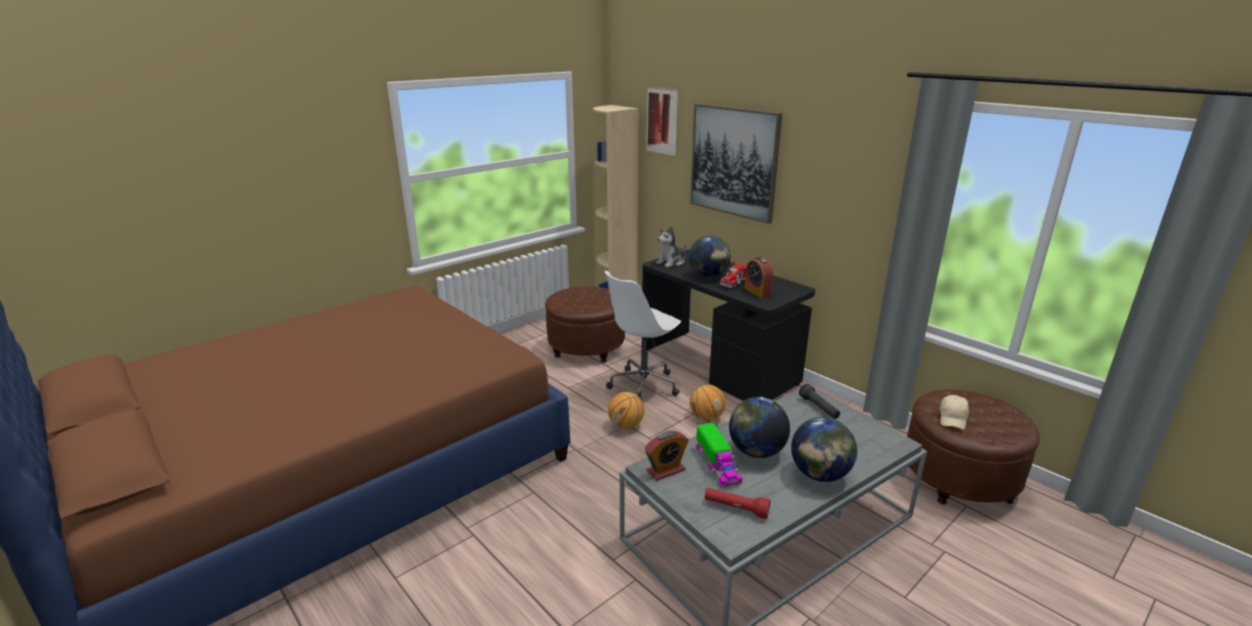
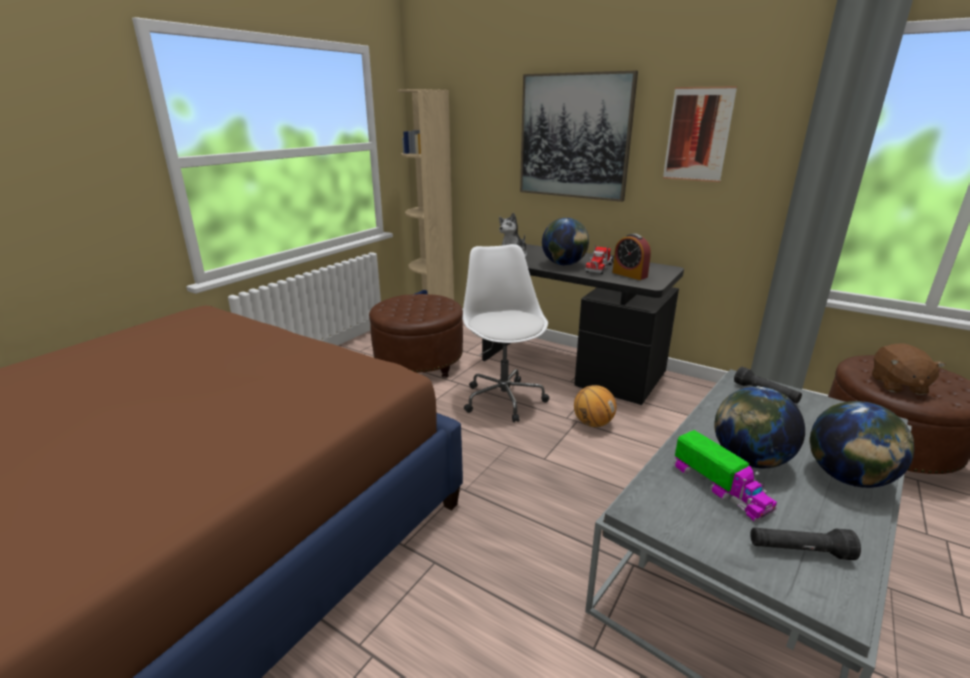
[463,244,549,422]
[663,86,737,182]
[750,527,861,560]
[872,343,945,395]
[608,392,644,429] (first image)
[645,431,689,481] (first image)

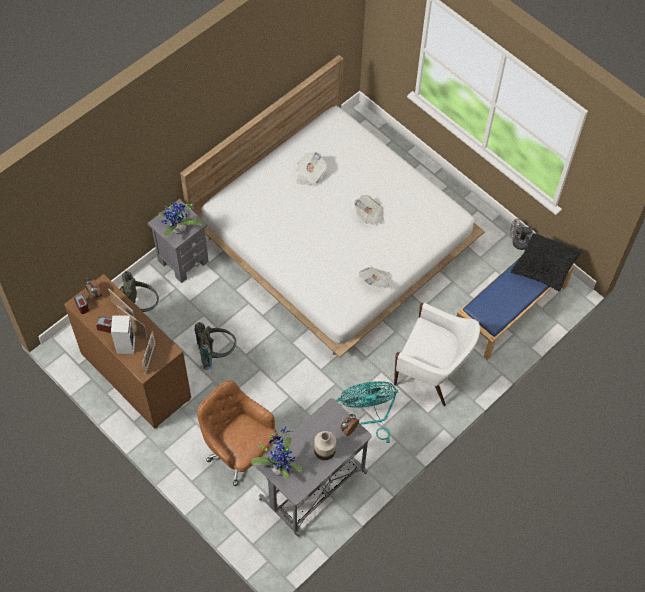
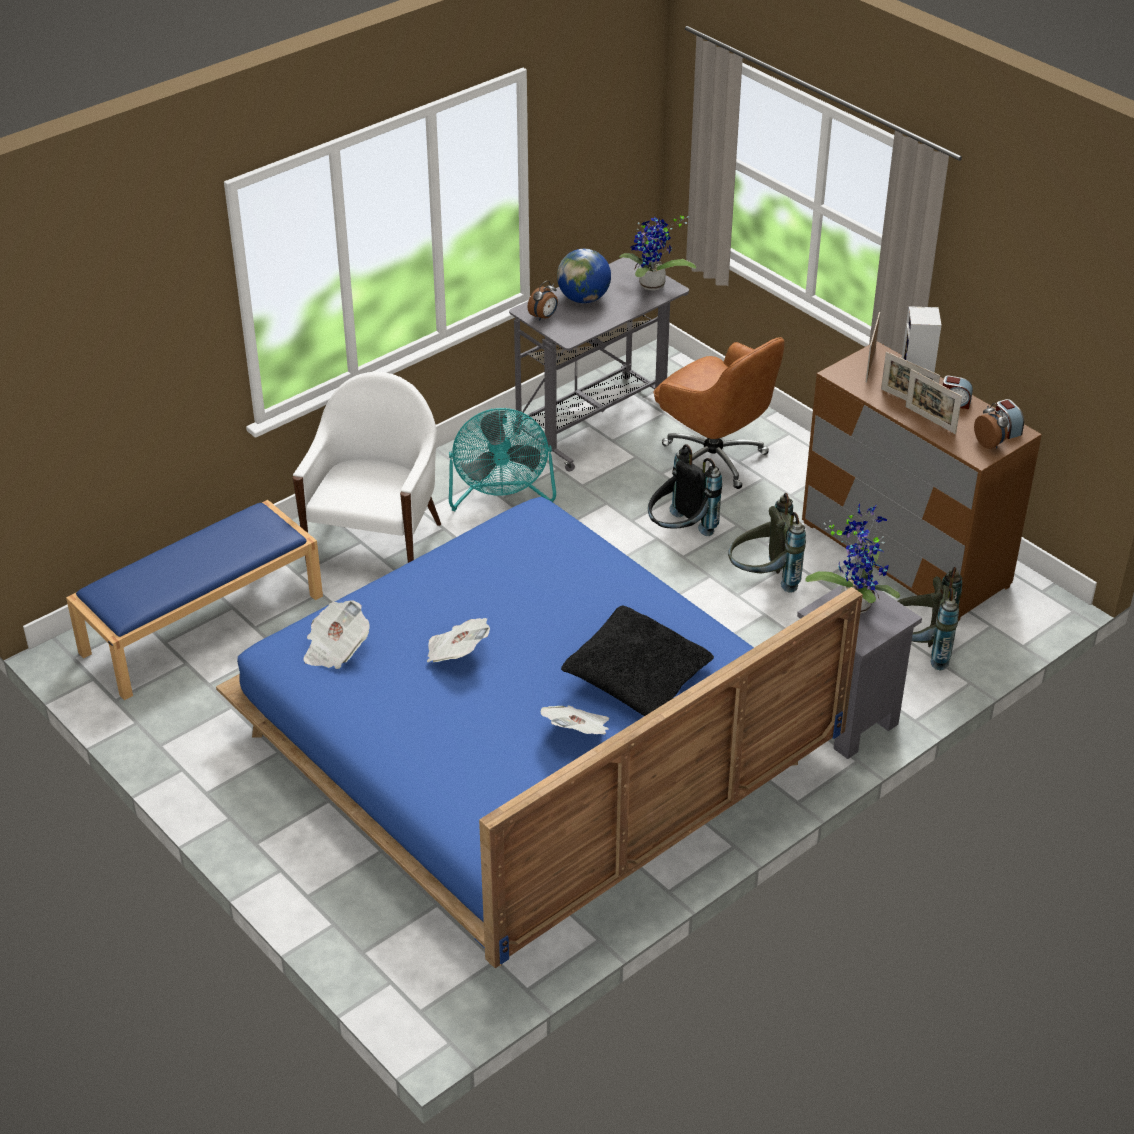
[216,497,863,968]
[293,372,441,567]
[303,600,370,669]
[557,249,611,303]
[561,605,714,716]
[648,444,722,536]
[510,219,533,250] (first image)

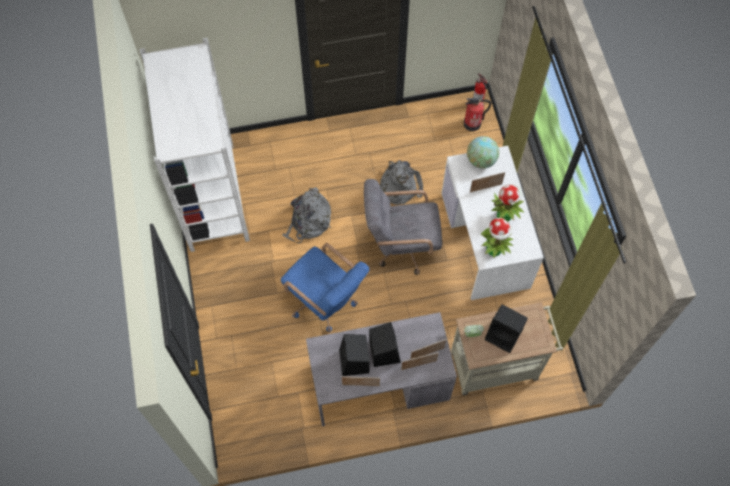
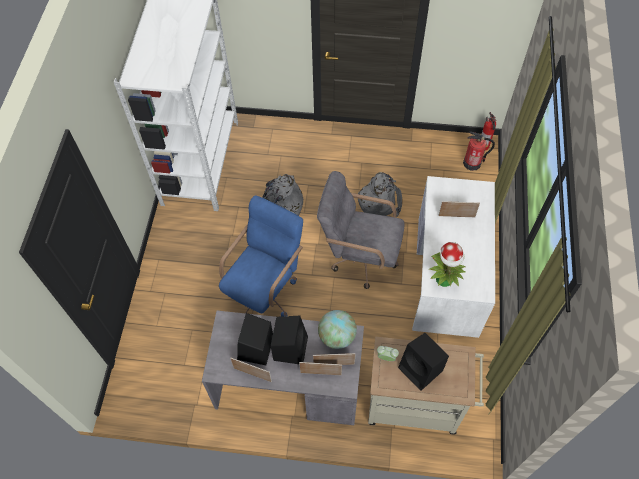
[219,195,303,316]
[318,310,357,349]
[491,184,524,222] (first image)

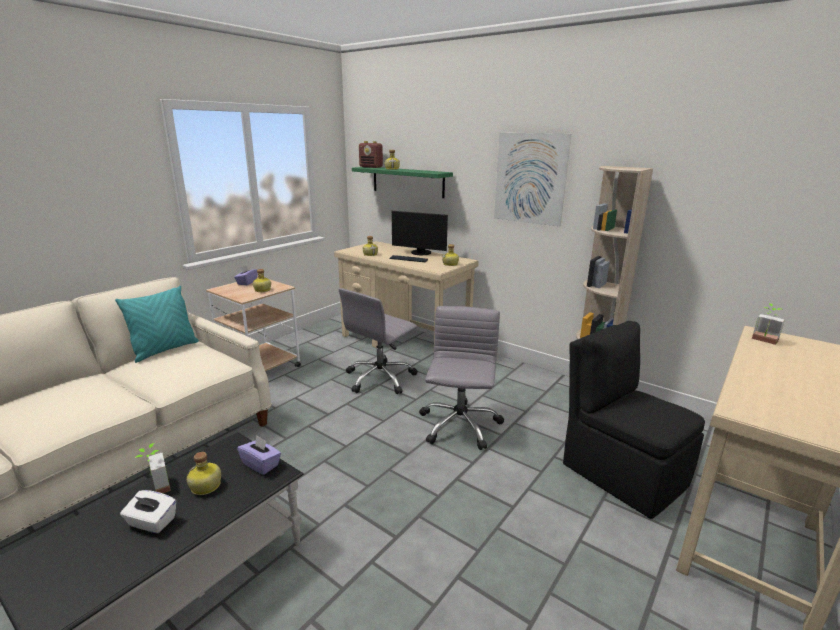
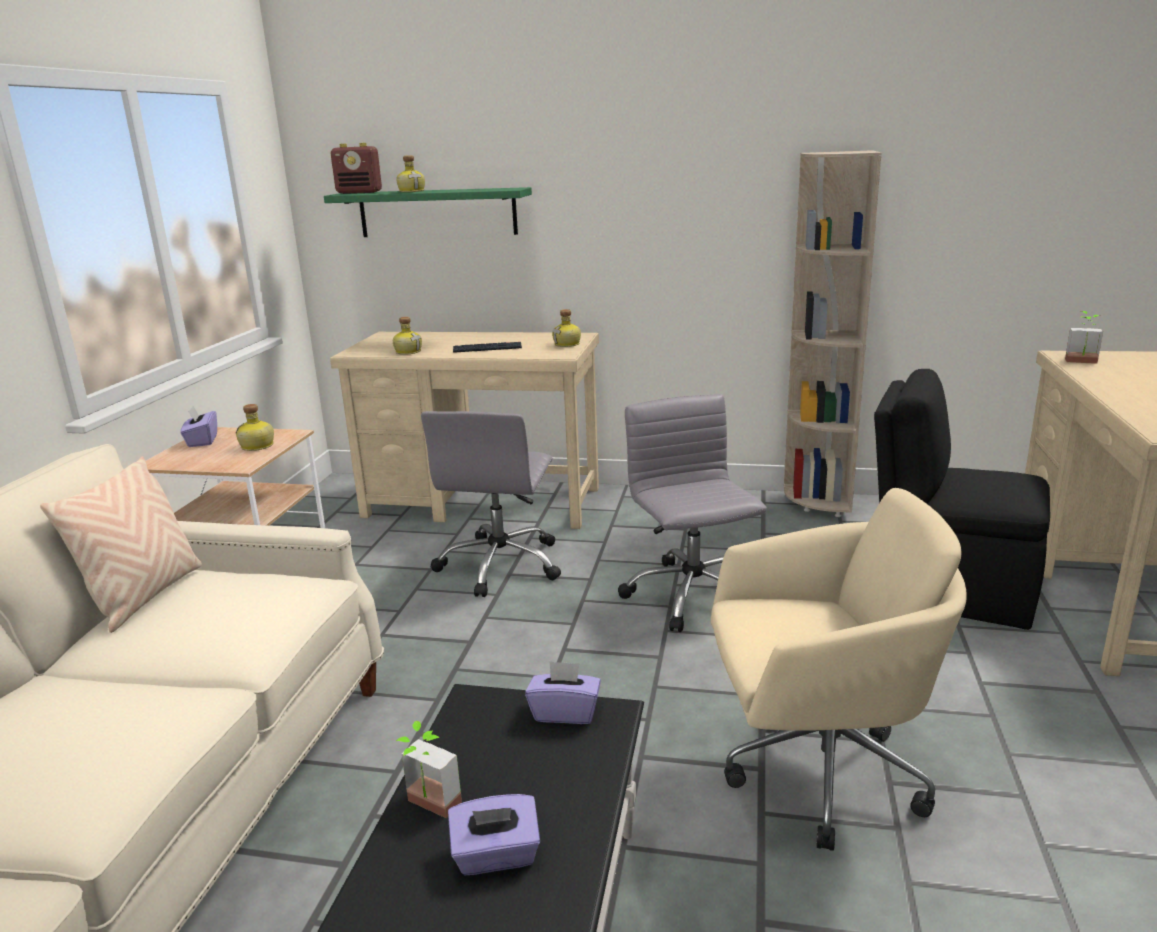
[40,456,202,633]
[448,794,540,875]
[711,488,967,851]
[186,452,221,495] (first image)
[392,211,448,255] (first image)
[494,133,571,227] (first image)

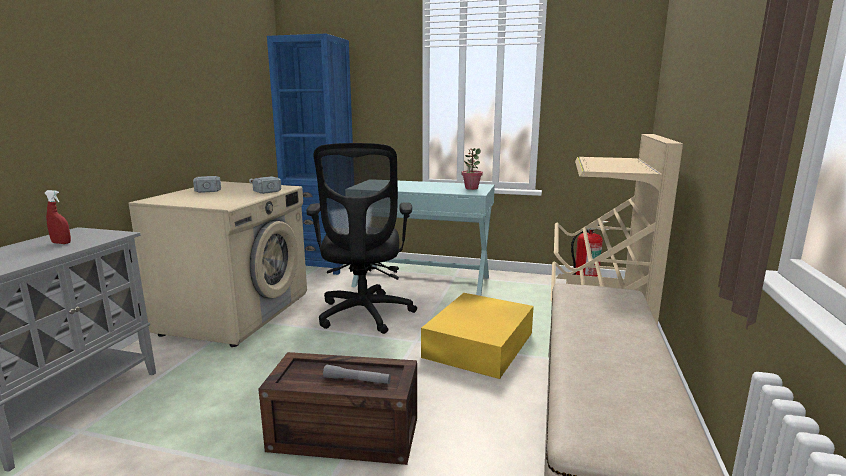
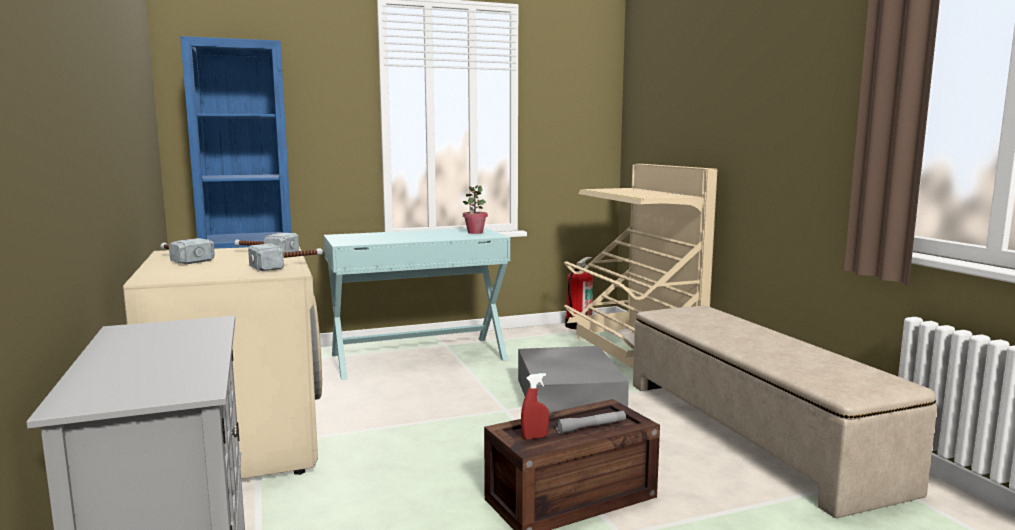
[248,244,323,271]
[518,346,629,413]
[521,373,549,440]
[307,143,417,334] (first image)

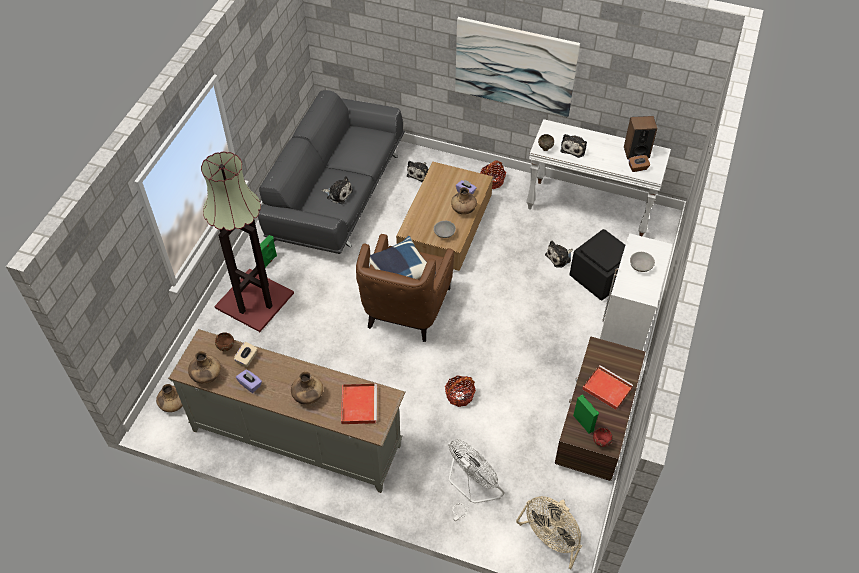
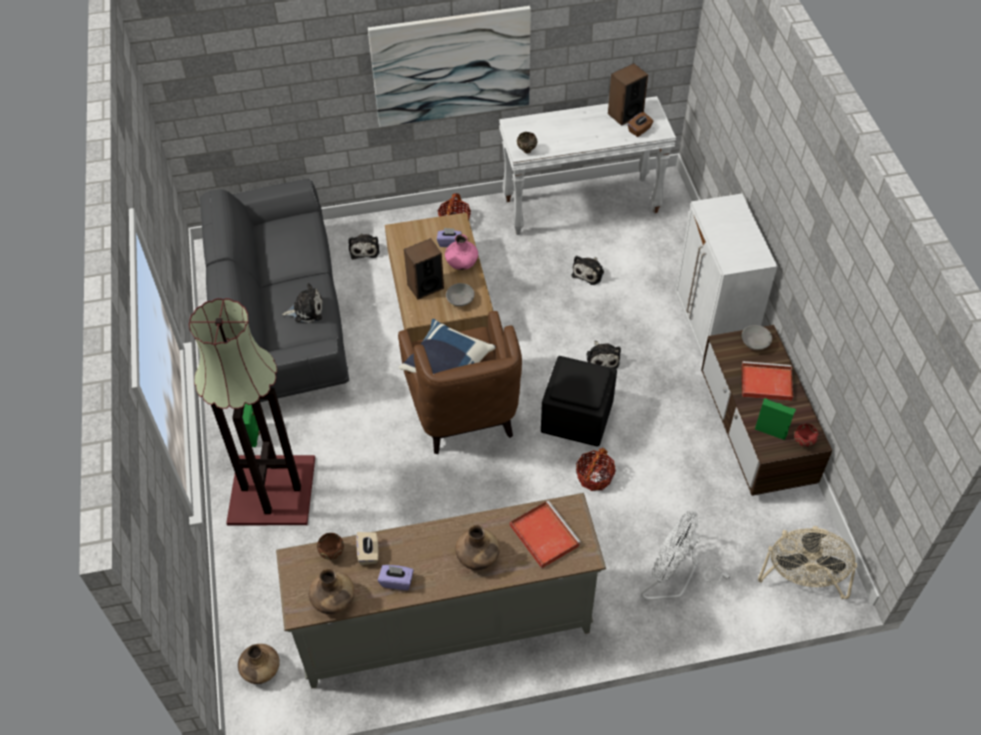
[404,238,444,300]
[445,234,478,270]
[541,356,617,447]
[586,341,621,369]
[641,511,729,601]
[742,325,772,350]

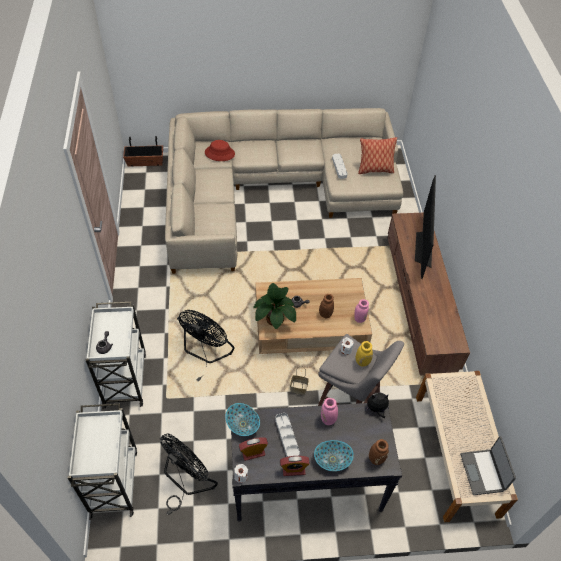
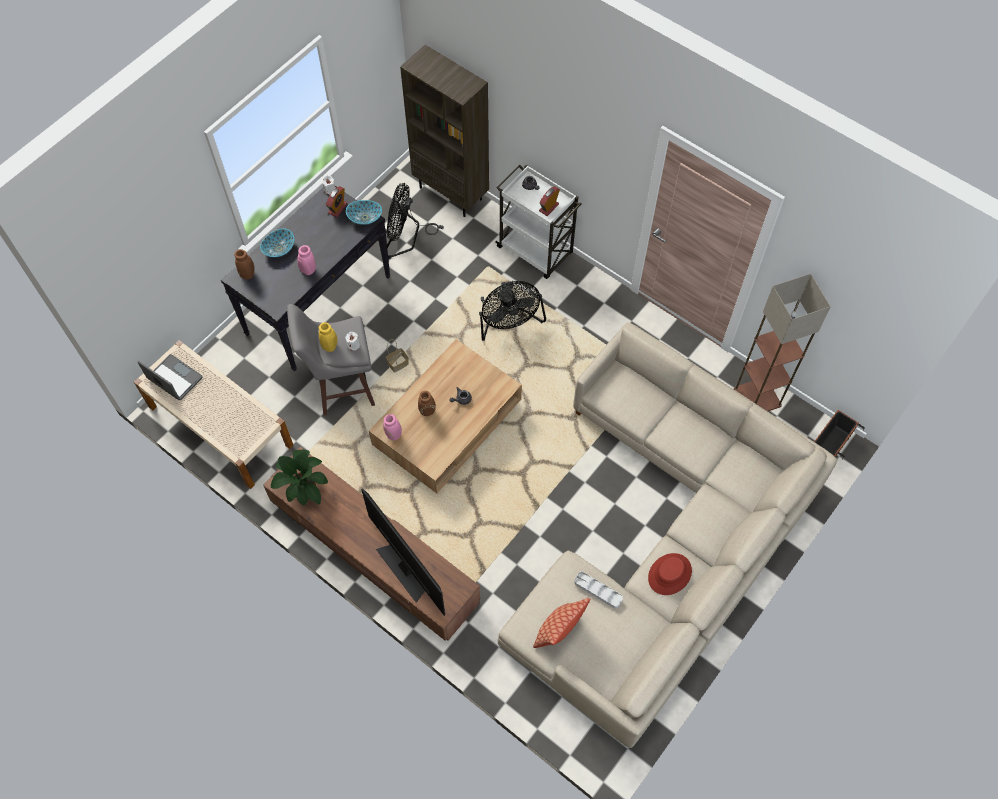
[271,450,328,505]
[387,183,444,259]
[400,45,489,217]
[539,186,560,216]
[648,553,692,595]
[734,274,831,411]
[275,413,300,457] (first image)
[366,392,389,418] (first image)

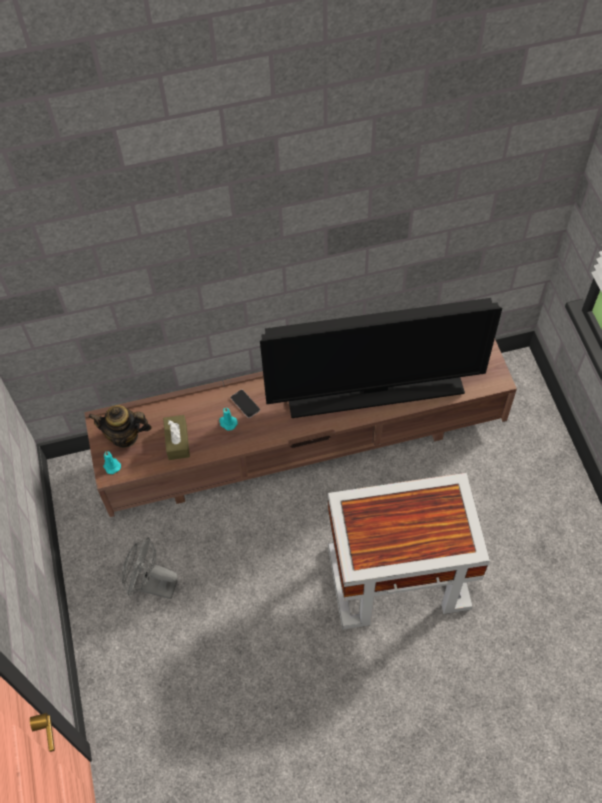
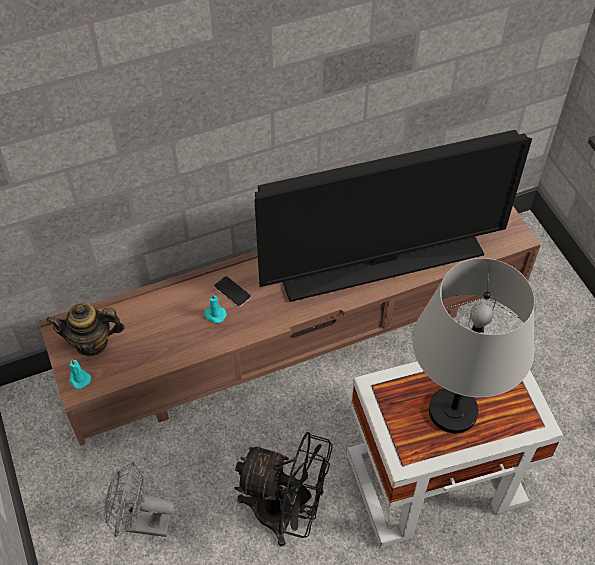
[234,432,333,546]
[412,258,534,433]
[163,415,190,460] (first image)

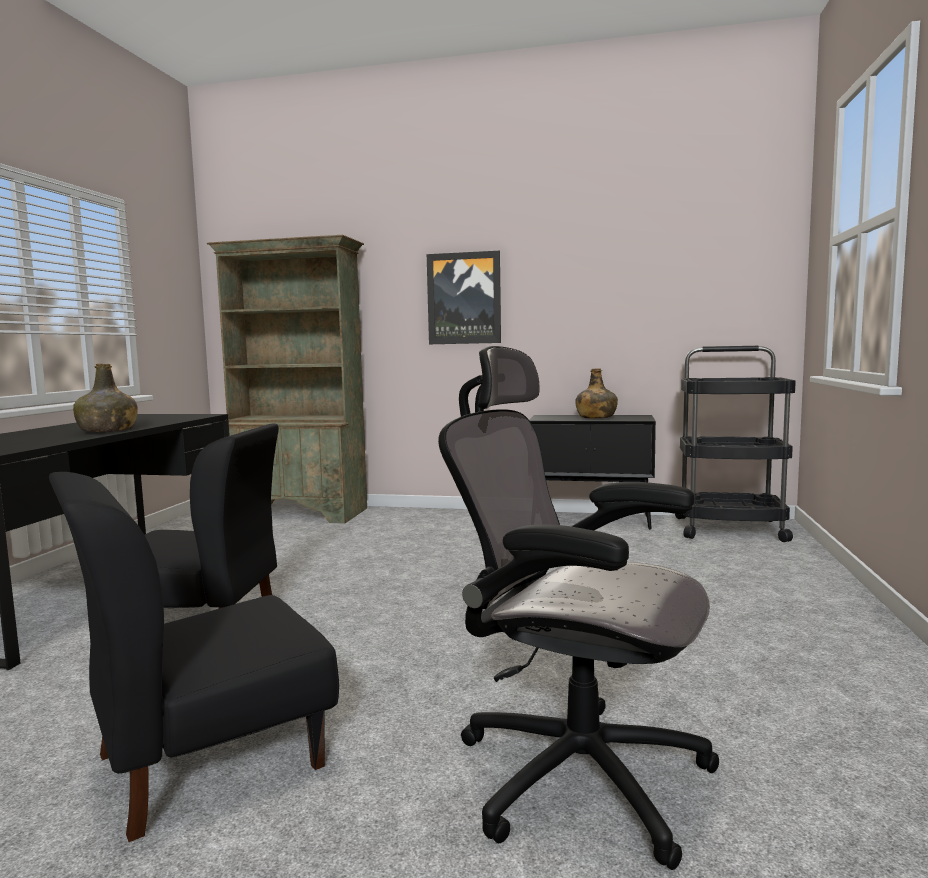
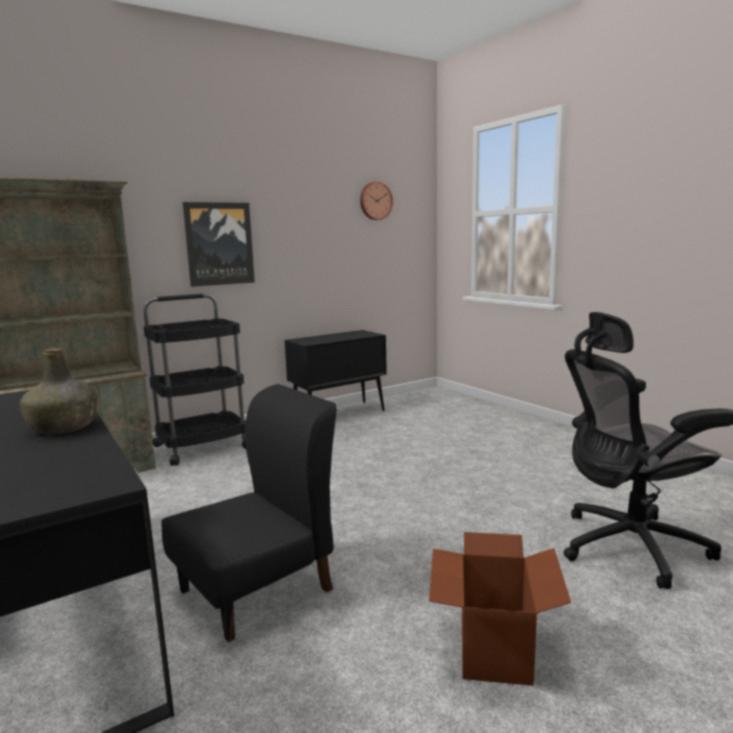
[143,294,246,466]
[360,181,393,220]
[429,532,571,686]
[575,368,618,418] (first image)

